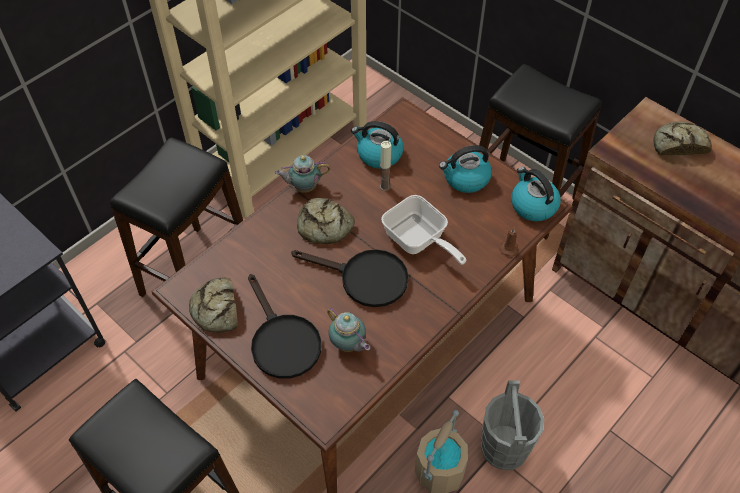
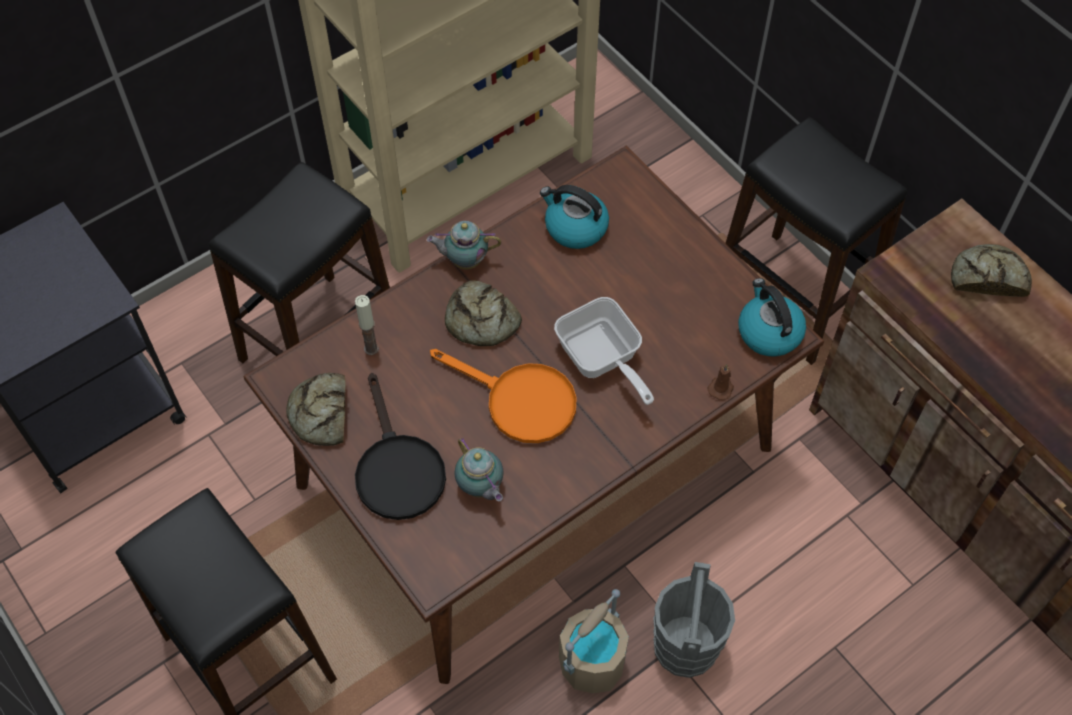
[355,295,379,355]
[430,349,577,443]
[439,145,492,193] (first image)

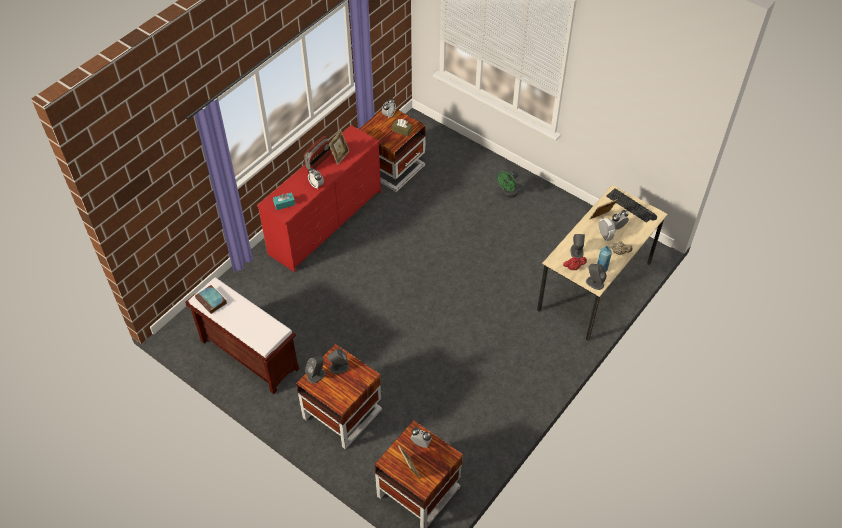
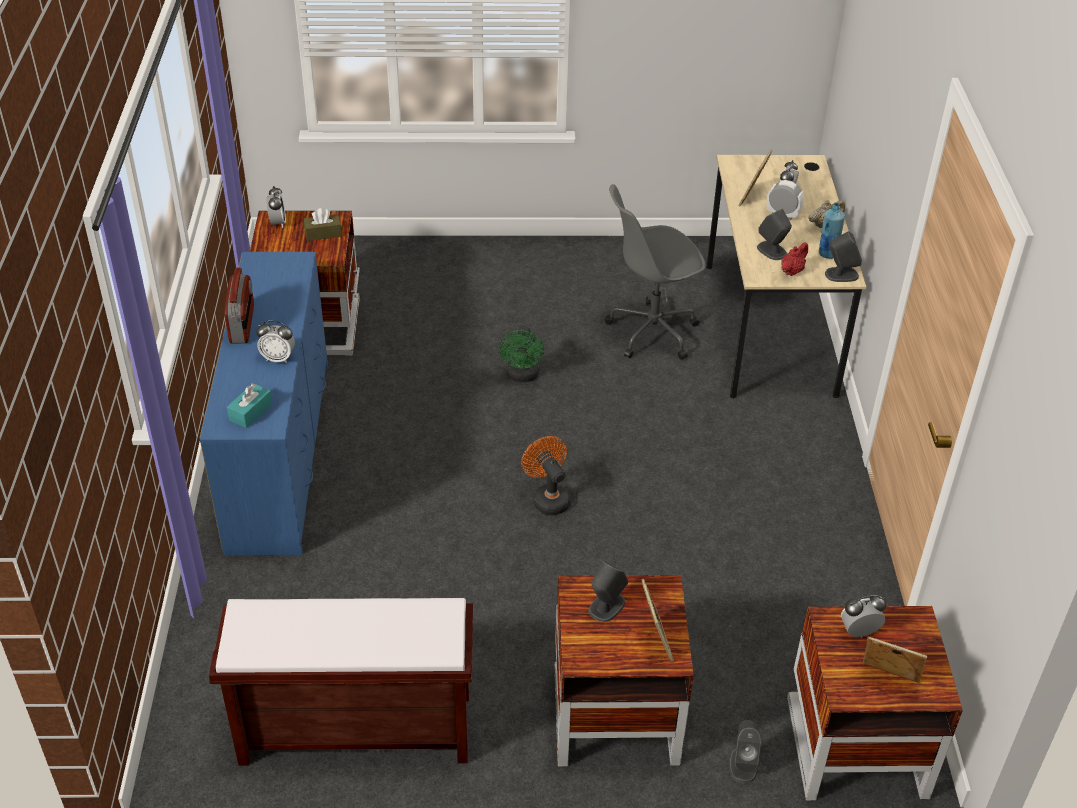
[200,252,328,555]
[499,326,544,382]
[521,436,571,515]
[604,184,706,360]
[642,579,674,662]
[729,720,761,783]
[195,285,227,314] (first image)
[606,189,655,223] (first image)

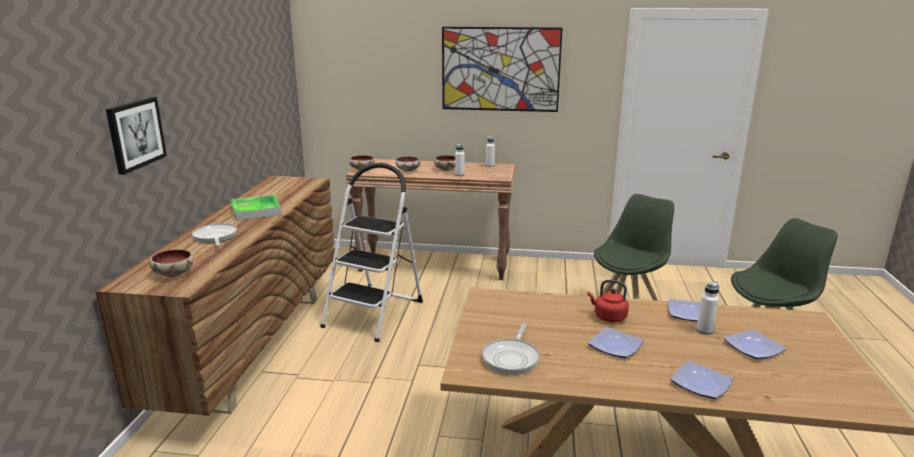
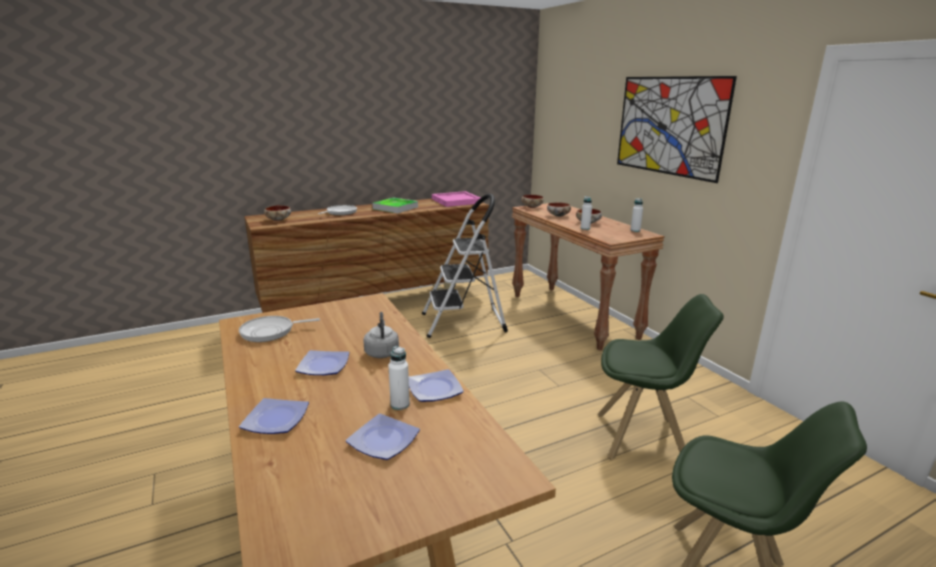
[363,312,399,358]
[432,191,482,207]
[106,97,167,175] (first image)

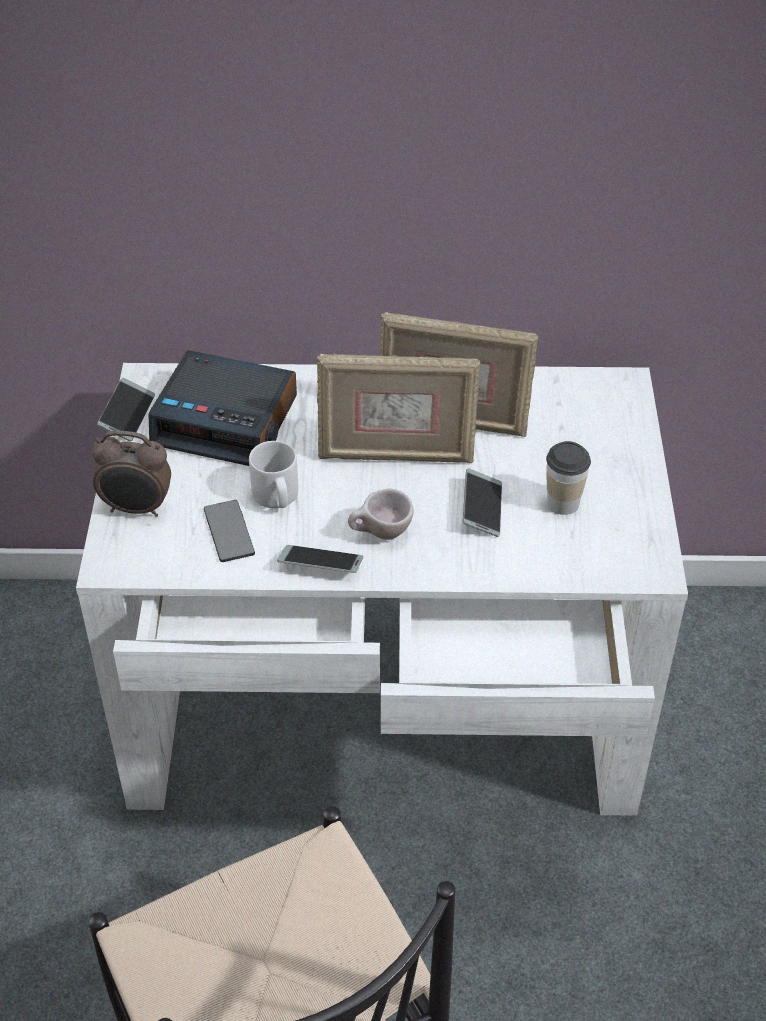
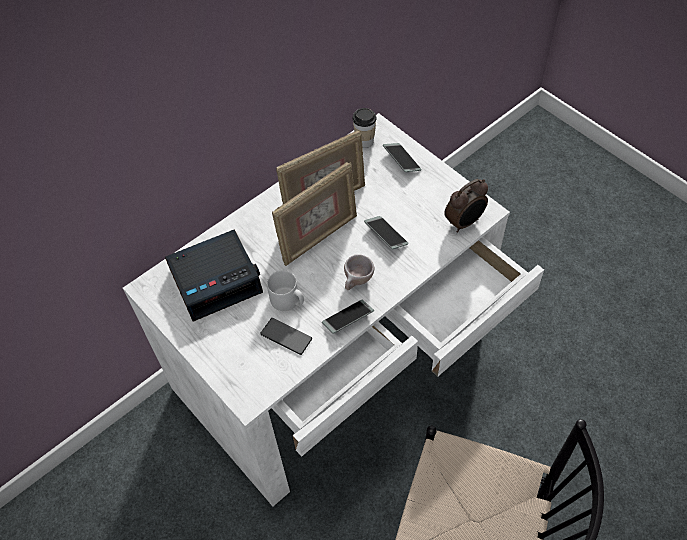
[353,108,377,148]
[383,143,421,172]
[444,179,488,233]

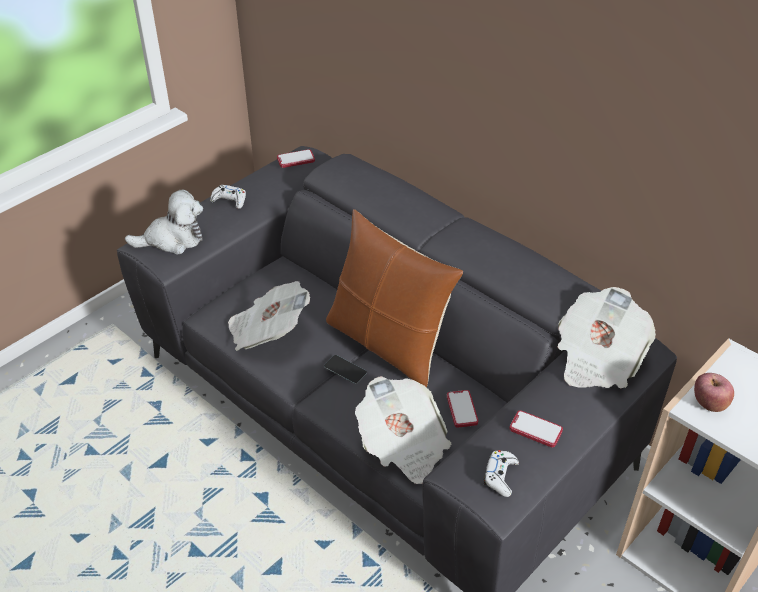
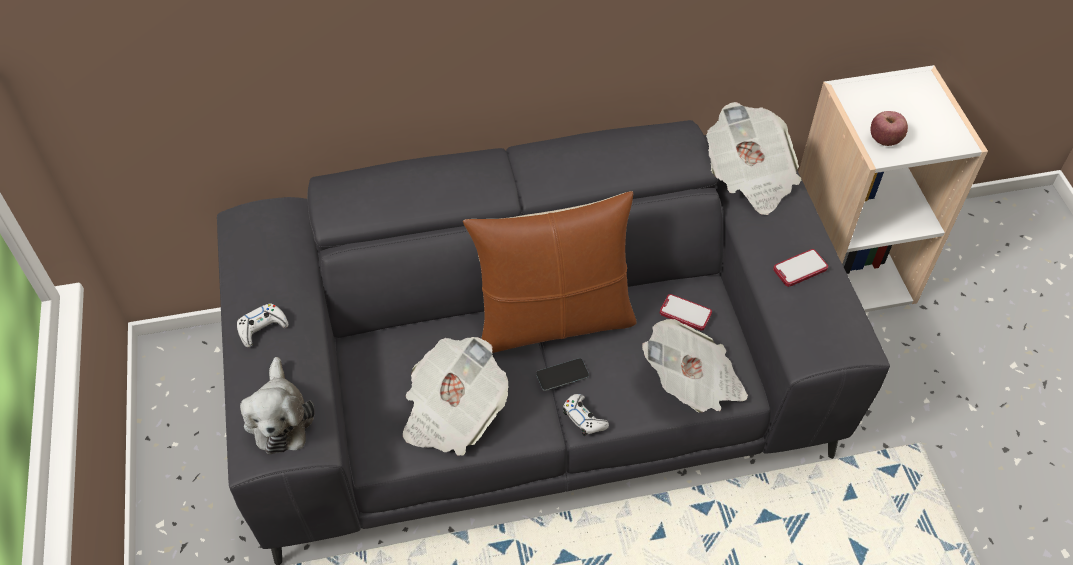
[240,357,315,454]
[563,394,609,436]
[277,149,315,168] (first image)

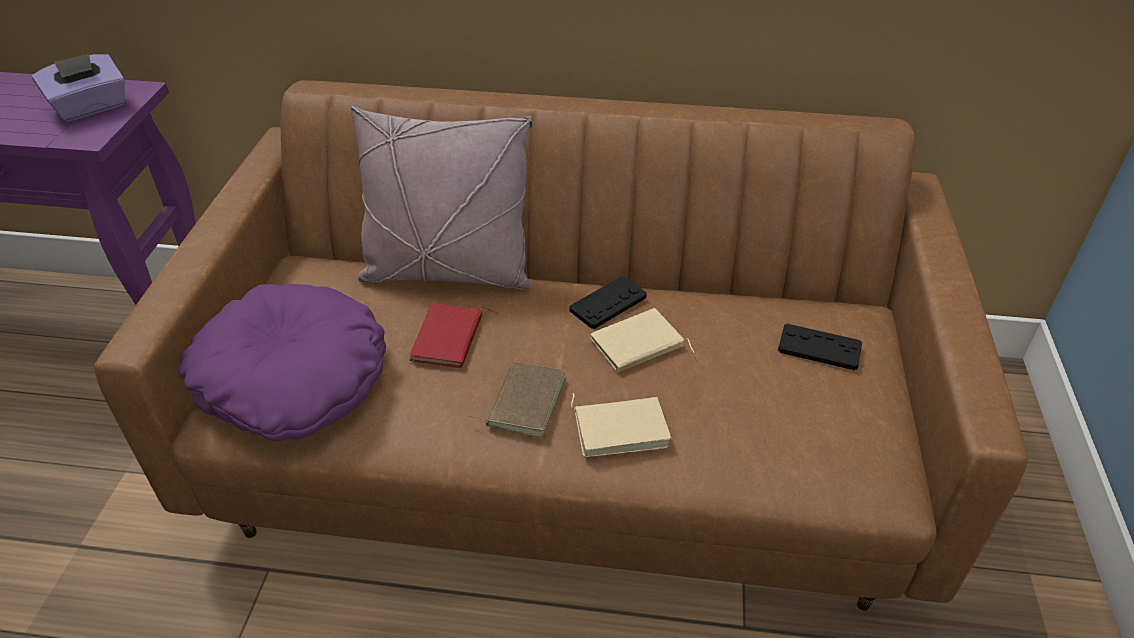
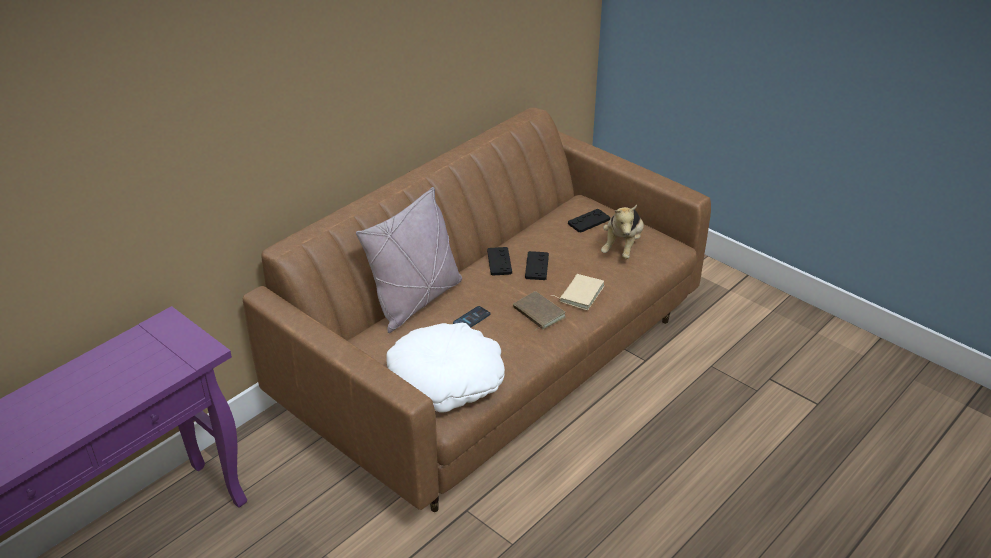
[386,323,505,413]
[453,306,490,328]
[525,251,549,280]
[601,205,644,259]
[31,54,125,122] (first image)

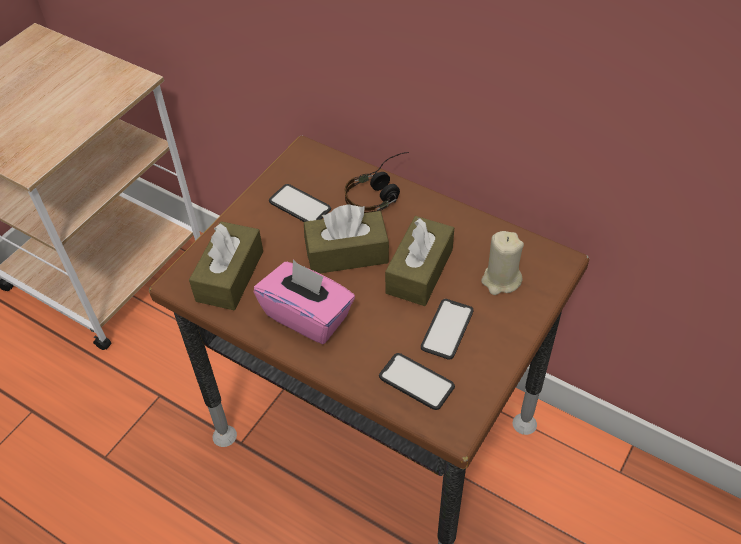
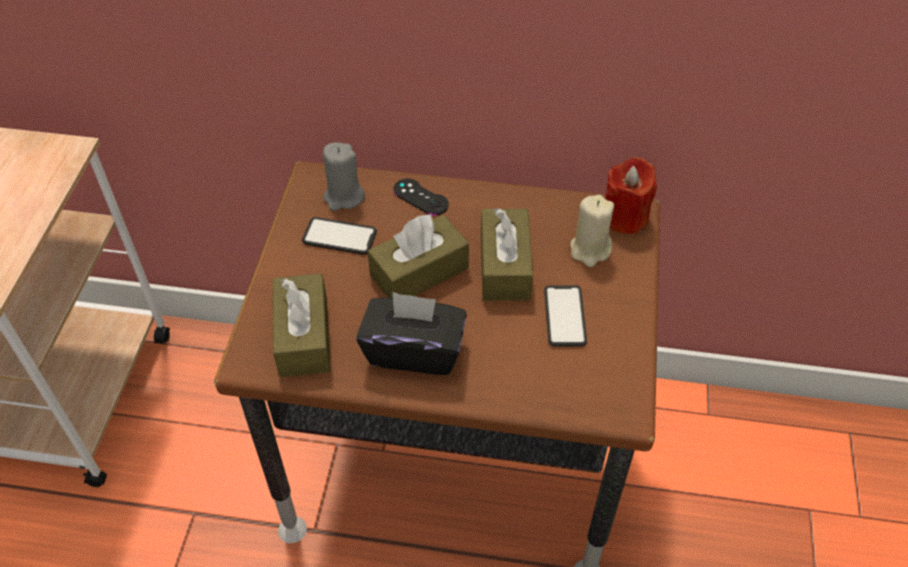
[323,142,365,211]
[356,292,467,375]
[393,179,449,215]
[605,157,657,235]
[379,353,455,410] (first image)

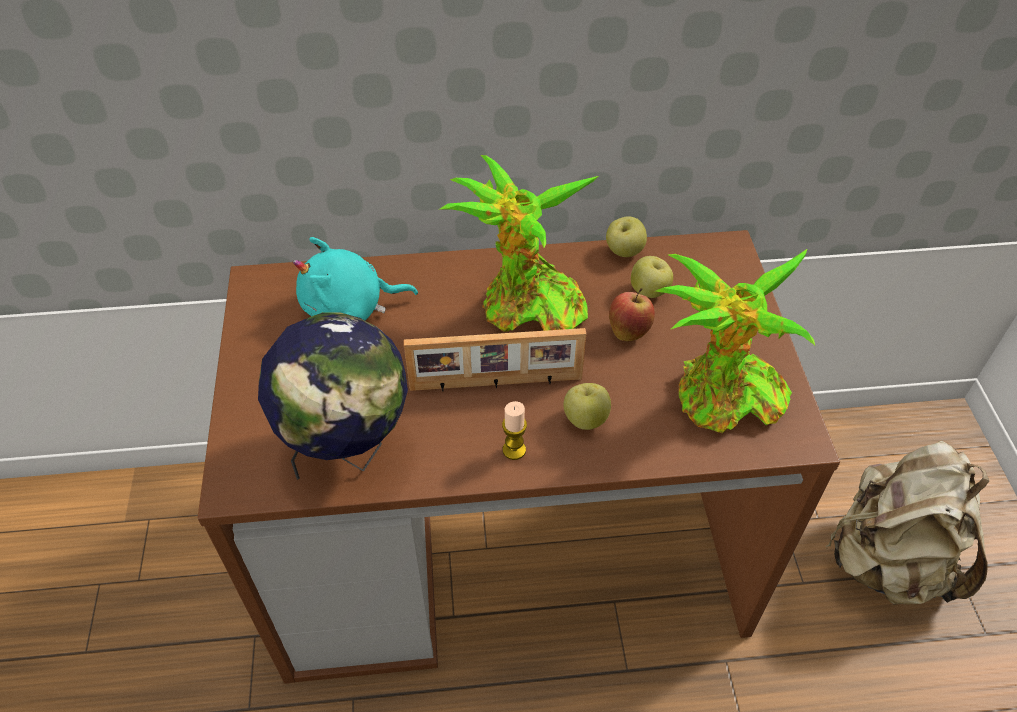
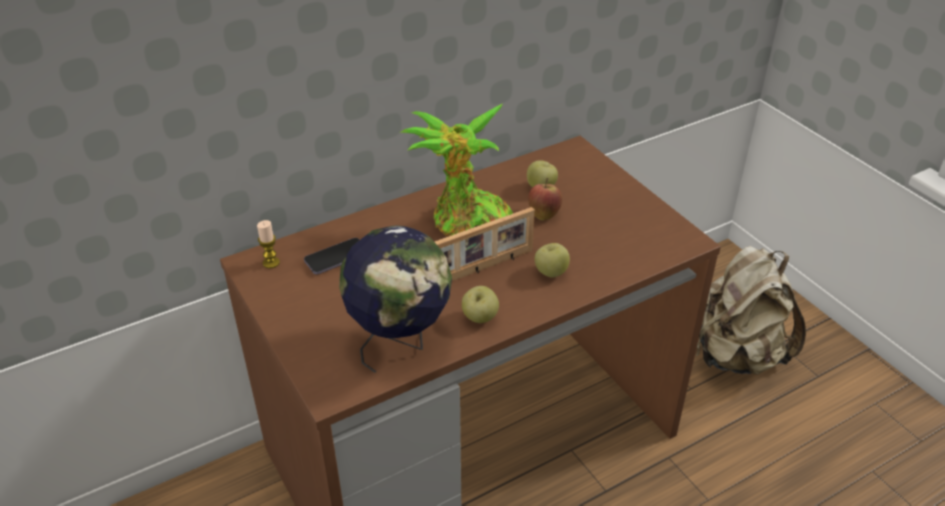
[257,220,280,268]
[304,238,359,275]
[462,286,499,323]
[656,249,815,433] (first image)

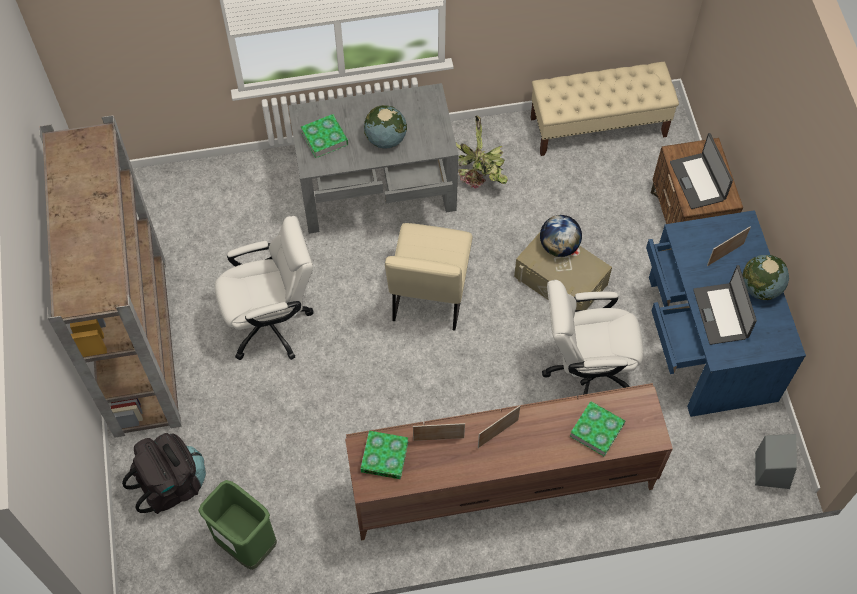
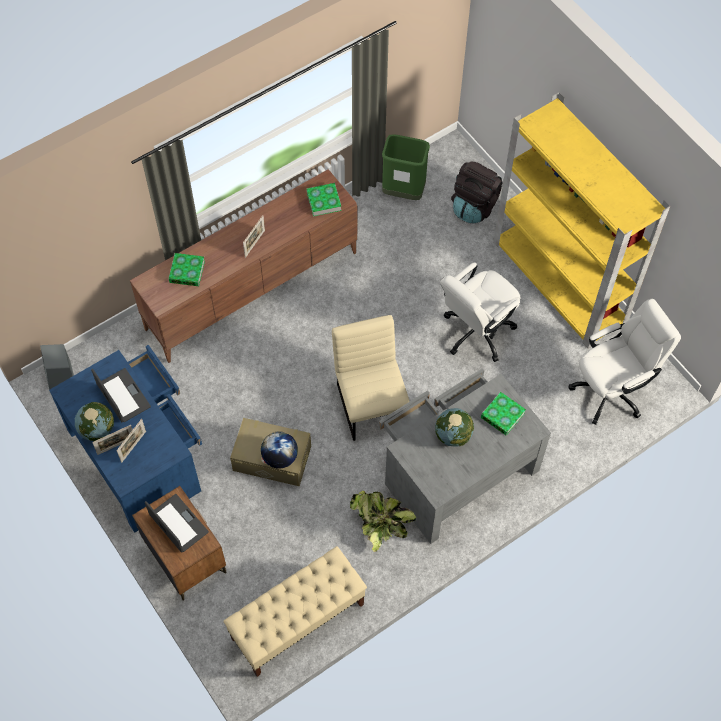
[92,425,133,455]
[493,92,670,348]
[569,299,681,425]

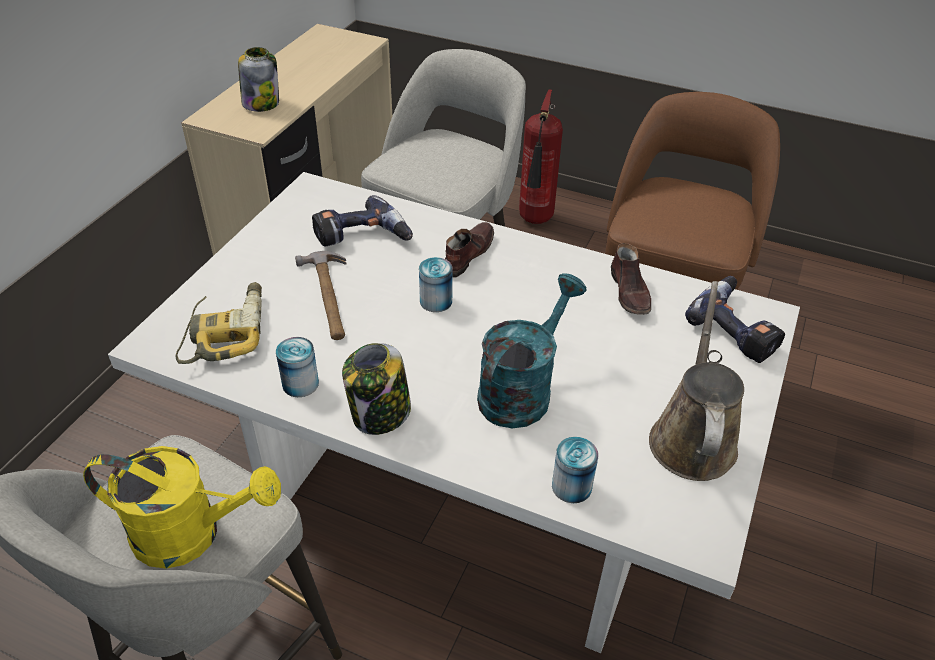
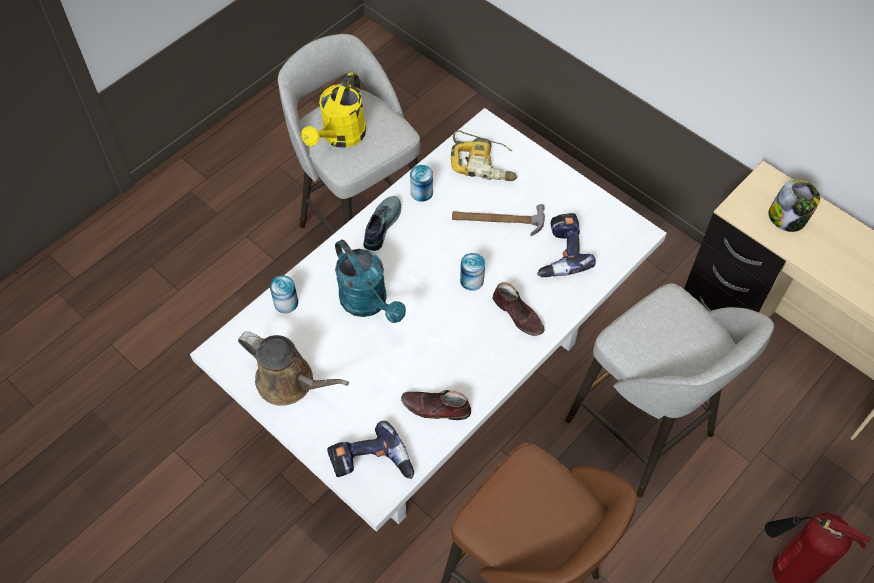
[363,196,401,251]

